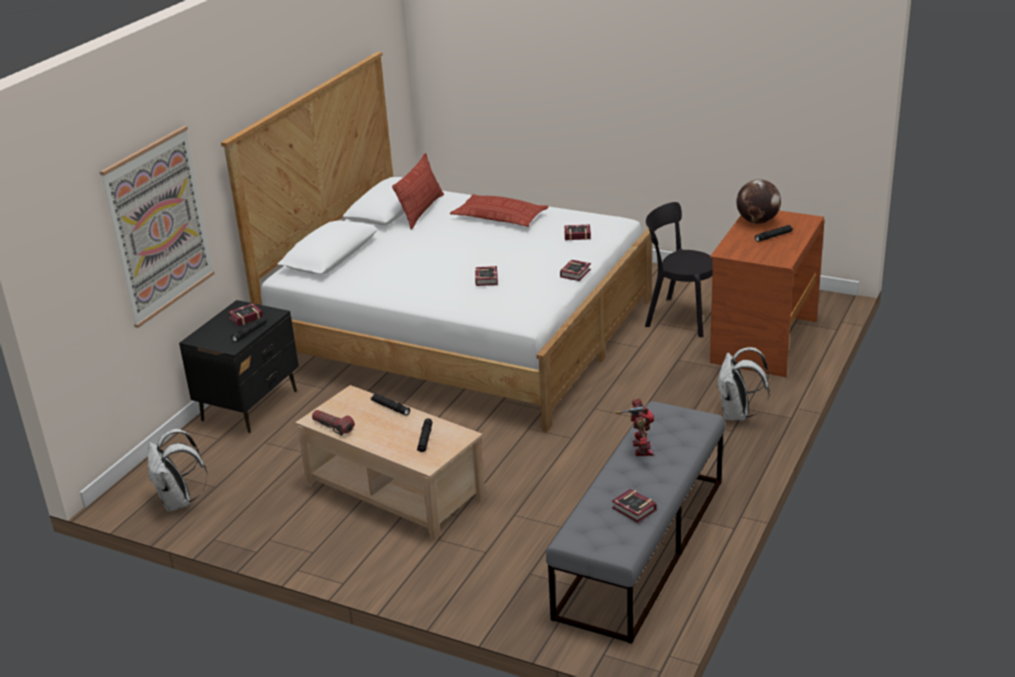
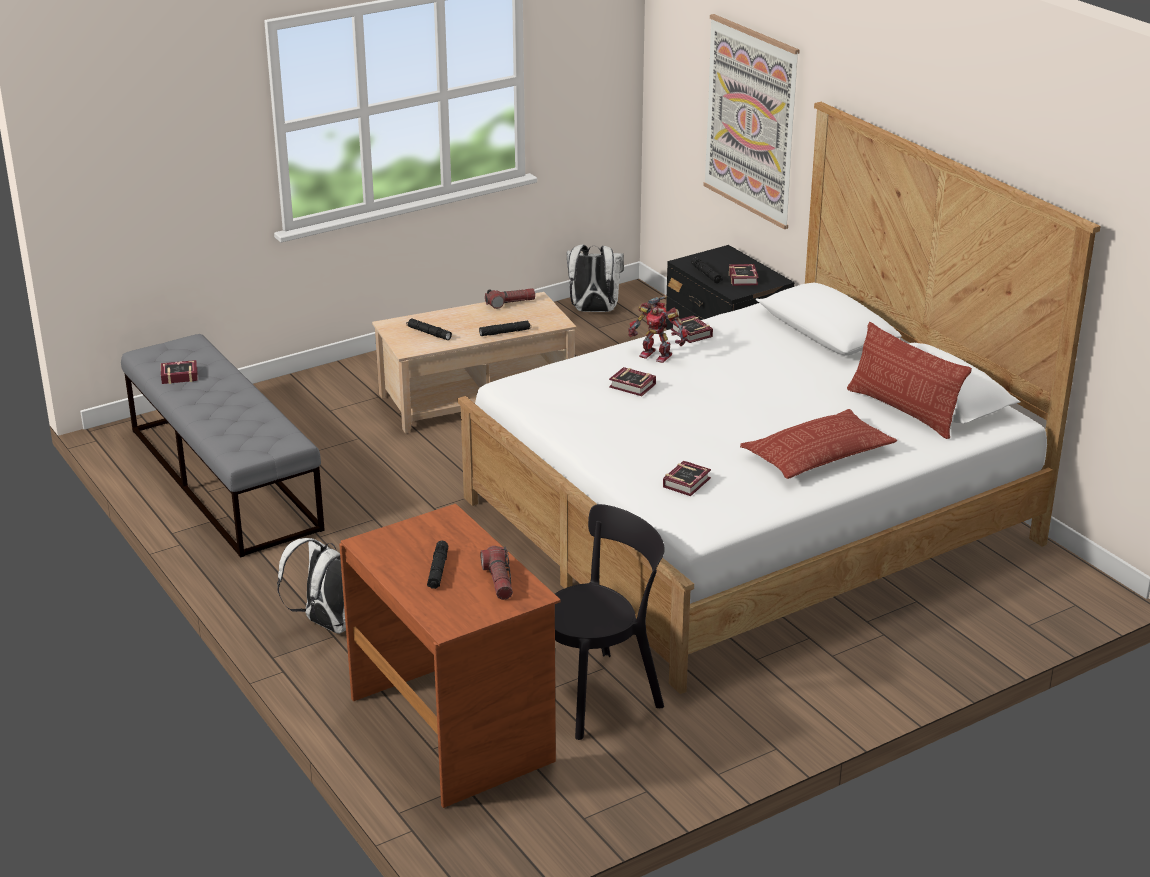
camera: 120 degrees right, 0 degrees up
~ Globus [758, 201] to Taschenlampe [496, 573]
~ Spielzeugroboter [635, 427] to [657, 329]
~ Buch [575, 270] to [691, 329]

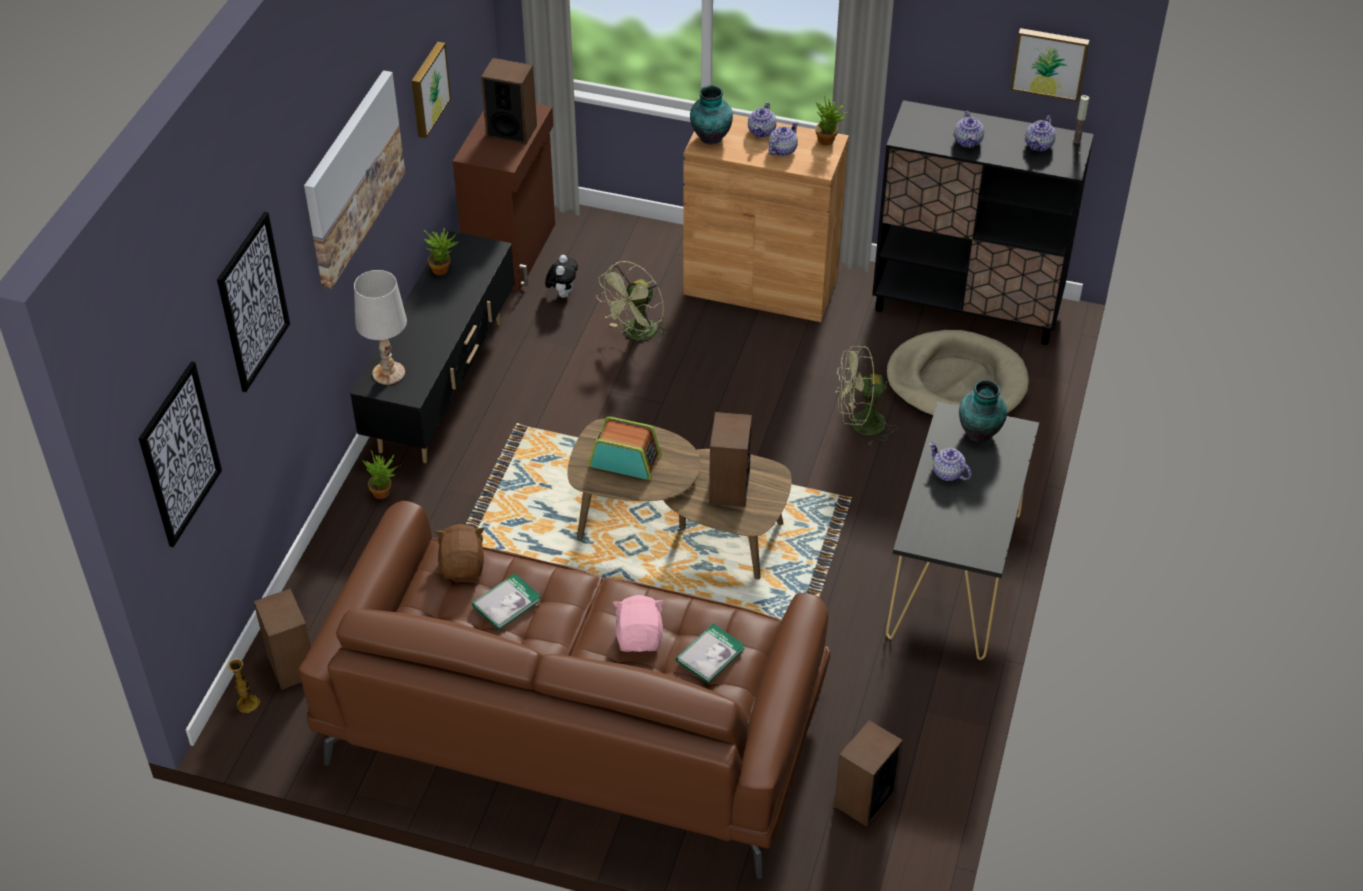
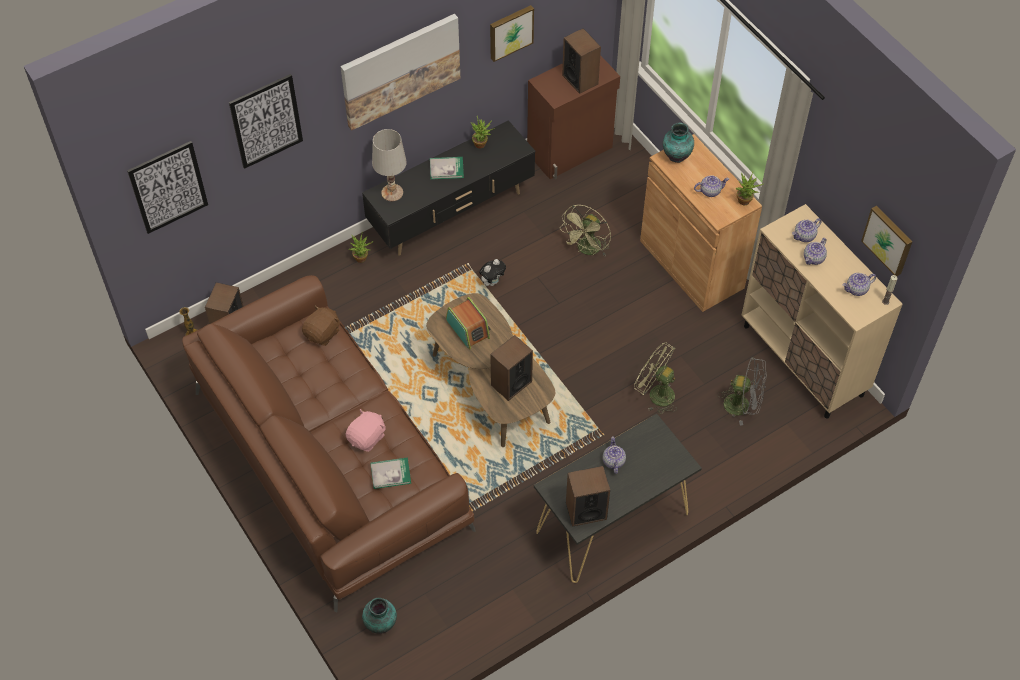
camera: 40 degrees right, 10 degrees up
~ Vase [983, 411] to [379, 616]
~ Buch [506, 601] to [447, 168]
~ Plüschtier [561, 276] to [492, 272]
~ Ventilator [grün] [632, 302] = [585, 230] 45 degrees counterclockwise
~ Lautsprecher [868, 773] to [588, 496]
~ Hundebett [beige] [957, 374] to Ventilator [grau] [742, 391]
~ Schrank [schwarz] [983, 222] to Schrank [beige] [822, 311]
~ Teekanne [762, 120] to [807, 230]

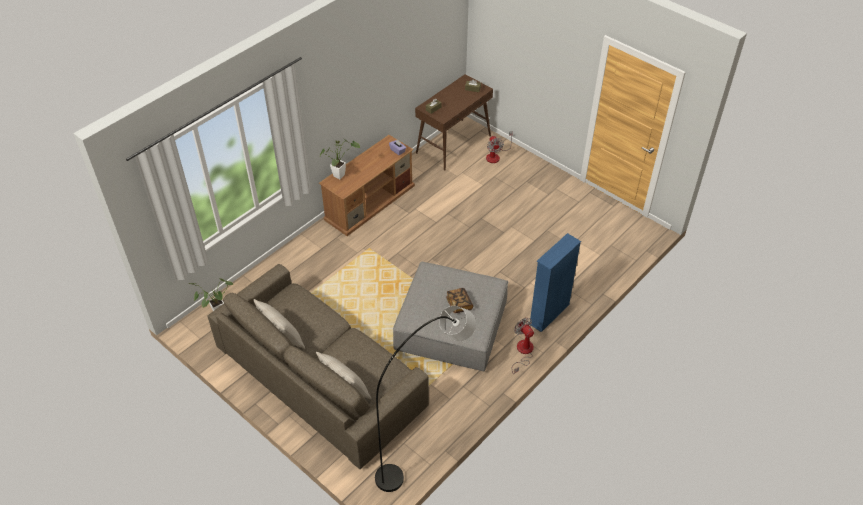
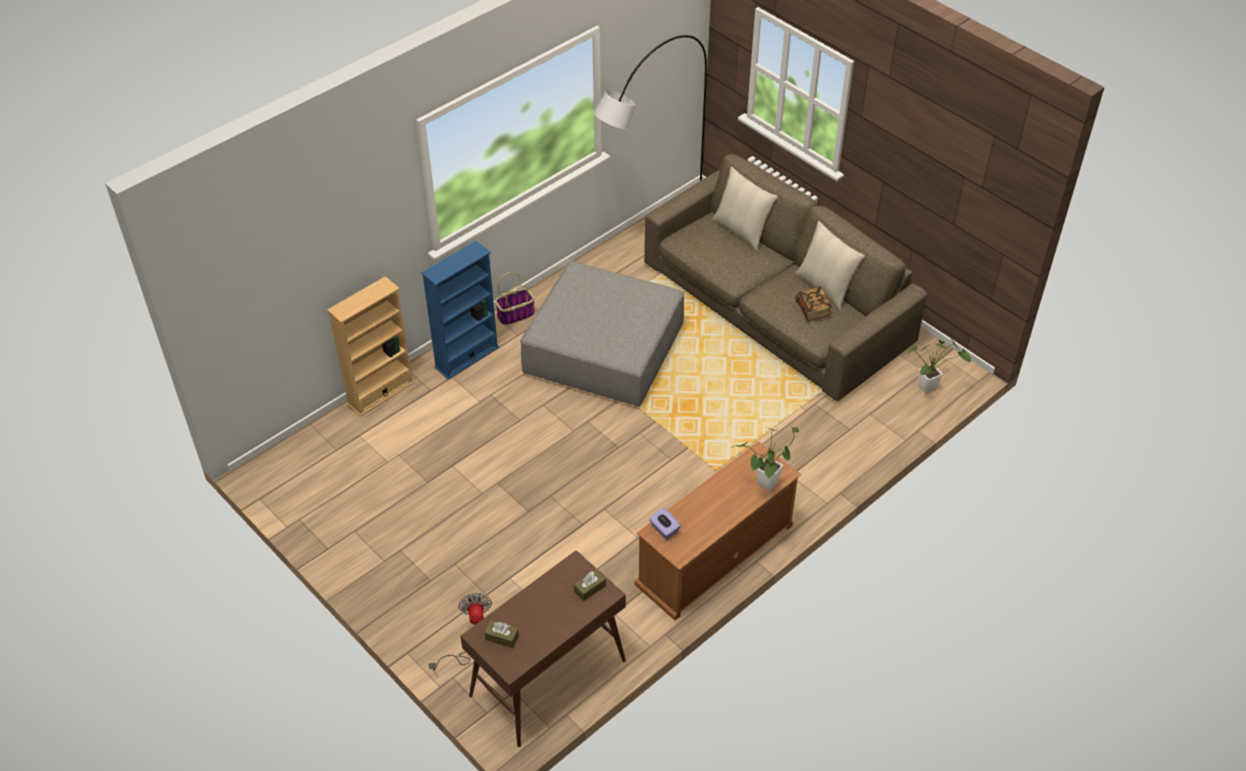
camera: 175 degrees left, 0 degrees up
+ Bücherregal [beige] [370, 346]
~ Ventilator [523, 346] to Korb [515, 298]
~ Buch [459, 300] to [813, 303]

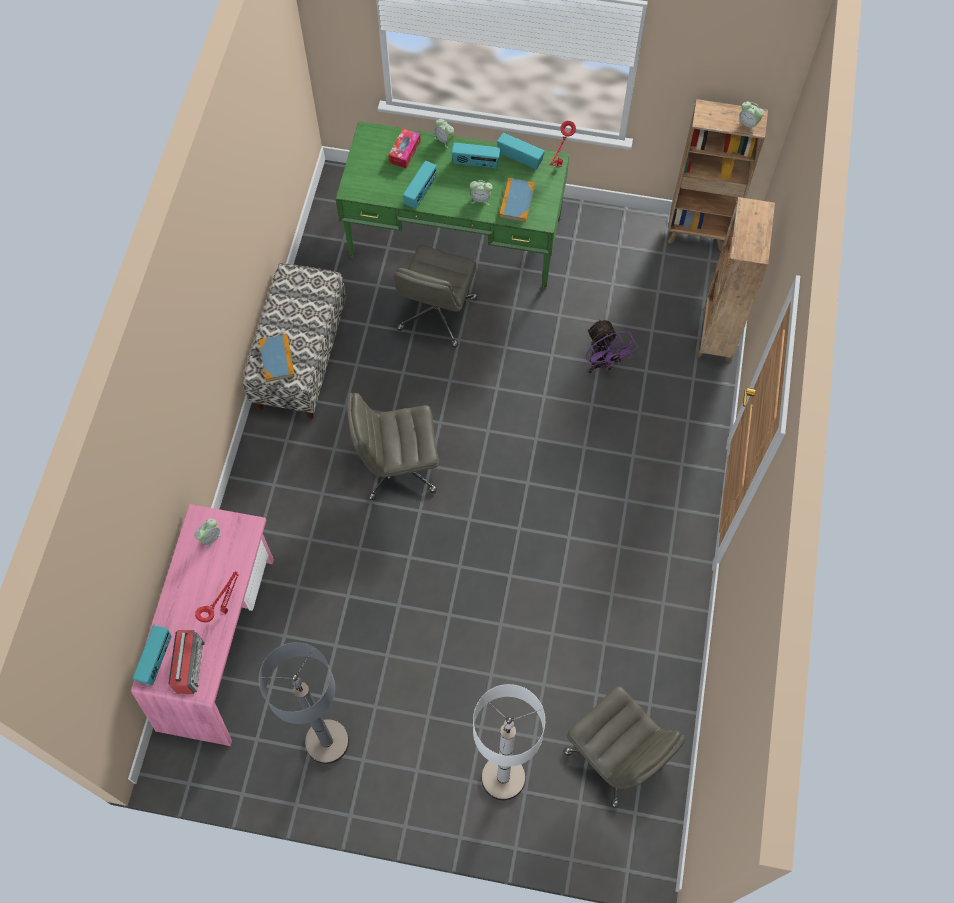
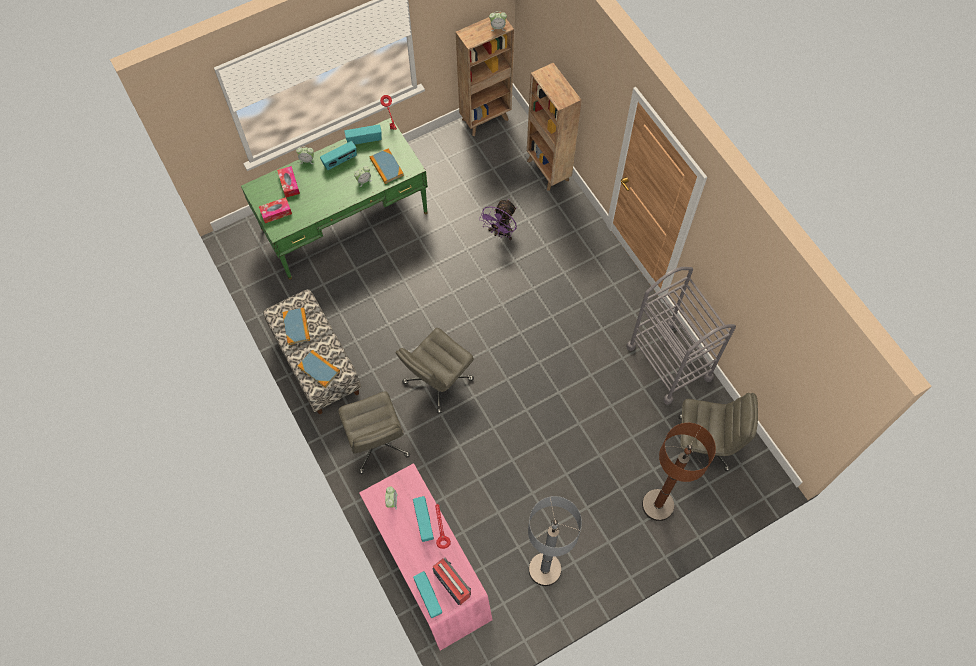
camera: 40 degrees left, 0 degrees up
+ Taschentuchbox [275, 210]
+ Buch [296, 326]
~ Bürostuhl [grau] [436, 296] to [374, 432]
~ Radio [420, 185] to [423, 519]
~ Ventilator [lila] [612, 346] = [498, 219] 90 degrees clockwise
+ Rollwagen [grau] [681, 336]
~ Stehlampe [weiß] [509, 742] to Stehlampe [braun] [679, 472]

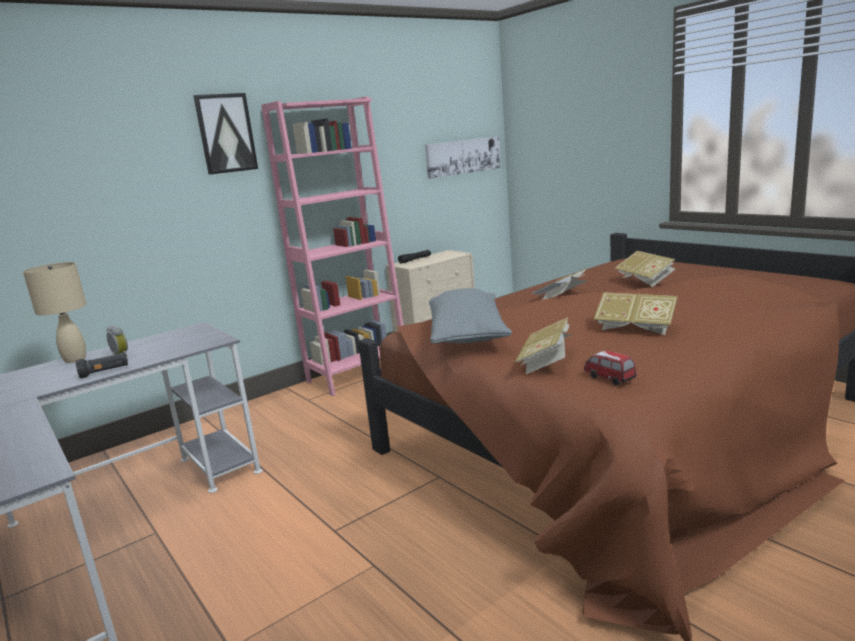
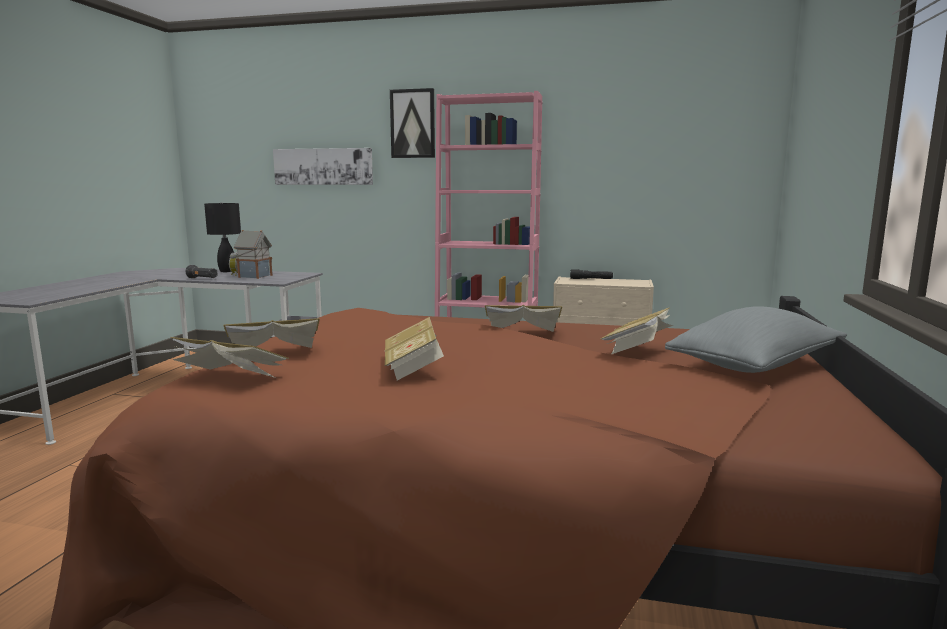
camera: 50 degrees right, 5 degrees down
~ Spielzeugauto [610, 368] to Buch [229, 357]
~ Tischlampe [beige] [55, 312] to Tischlampe [schwarz] [222, 237]
+ Spielzeughaus [253, 254]
~ Bild [463, 157] to [323, 166]
~ Kissen [grau] [470, 316] to [756, 339]

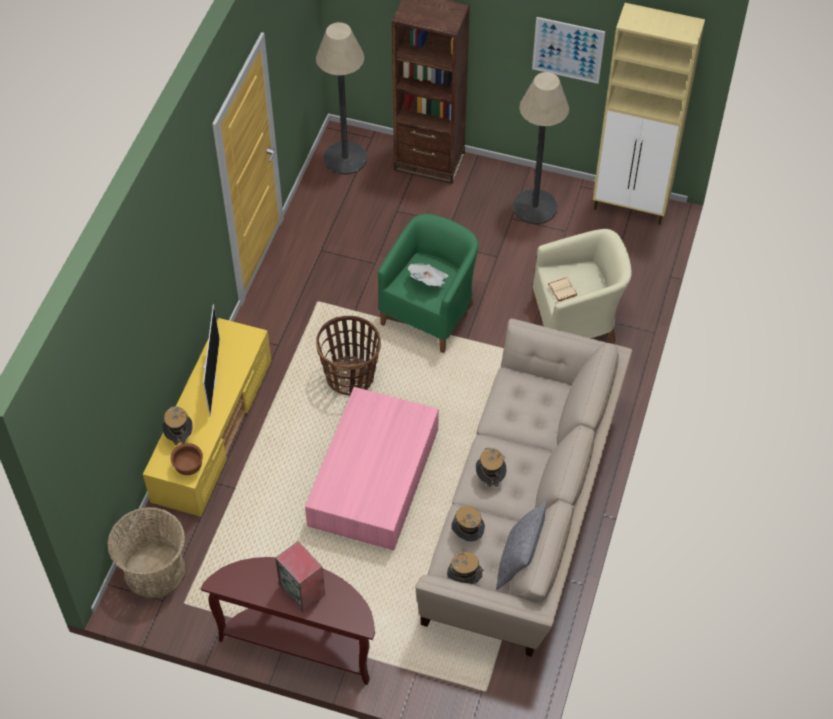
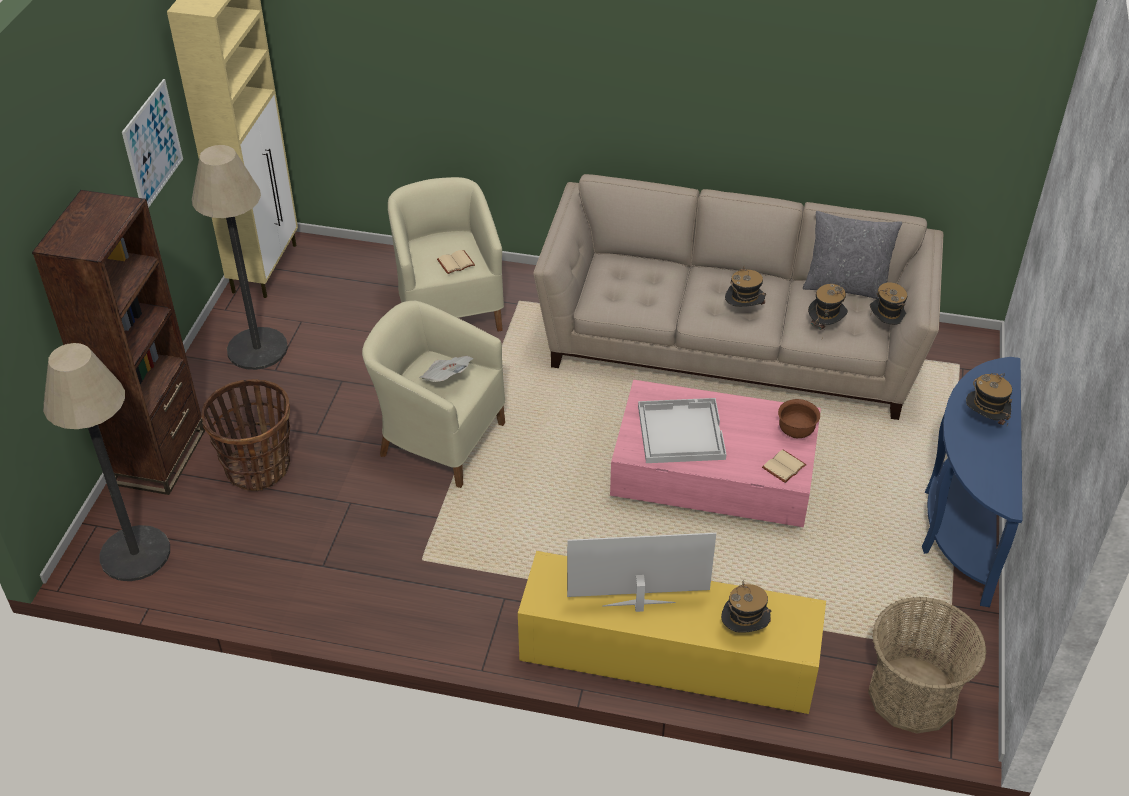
camera: 95 degrees left, 10 degrees down
~ Korb [348, 356] to [245, 435]
~ Sessel [grün] [428, 283] to Sessel [beige] [433, 394]
+ Tablett [weiß] [682, 430]
+ Buch [beige] [784, 466]
~ Schüssel [braun] [187, 459] to [799, 418]
~ Konsolentisch [braun] [288, 621] to Konsolentisch [blau] [972, 482]
~ Lautsprecher [300, 576] to Hut [989, 399]

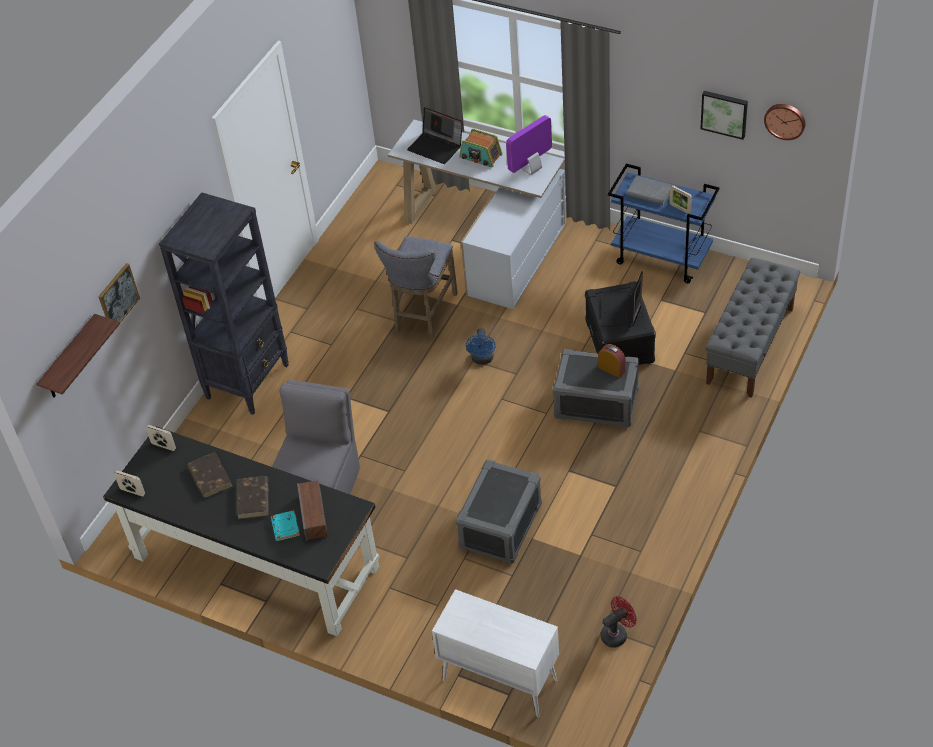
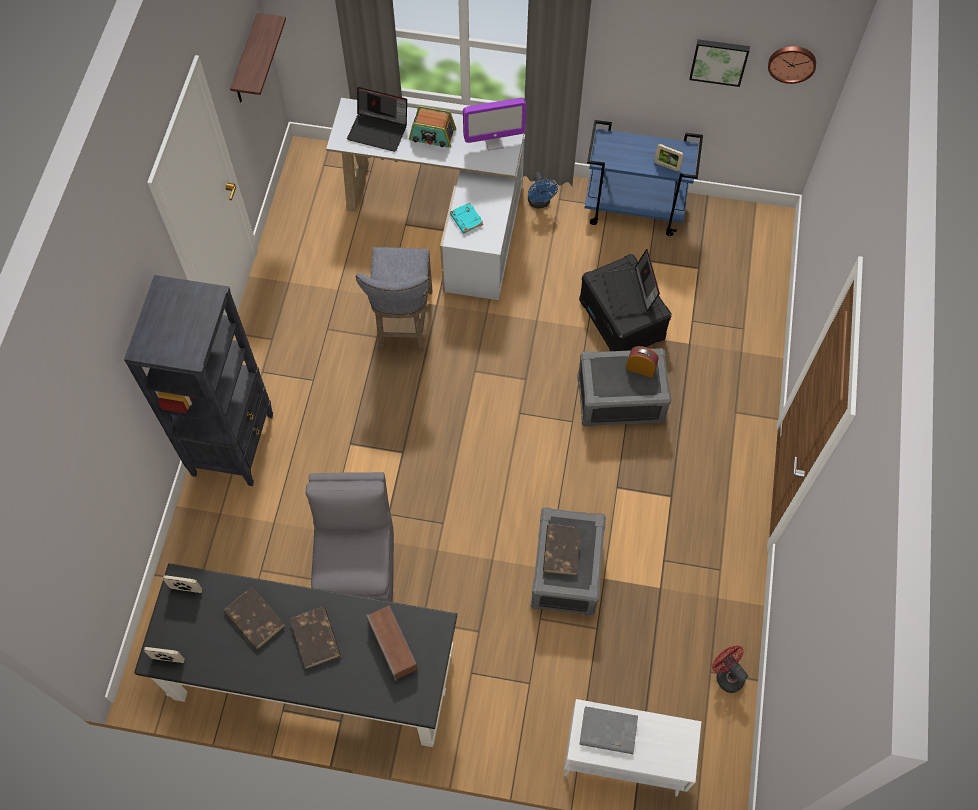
camera: 20 degrees left, 15 degrees up
~ Wandregal [78, 356] to [258, 57]
~ Buch [türkis] [285, 525] to [466, 218]
~ Monitor [529, 145] = [495, 124] 135 degrees counterclockwise
~ Ventilator [blau] [481, 346] to [543, 190]
+ Buch [braun] [562, 549]
~ Buch [grau] [649, 190] to [608, 730]
~ Ventilator [rot] [618, 622] = [730, 669] 75 degrees counterclockwise
- Bild [119, 293]
- Bank [grau] [753, 328]

